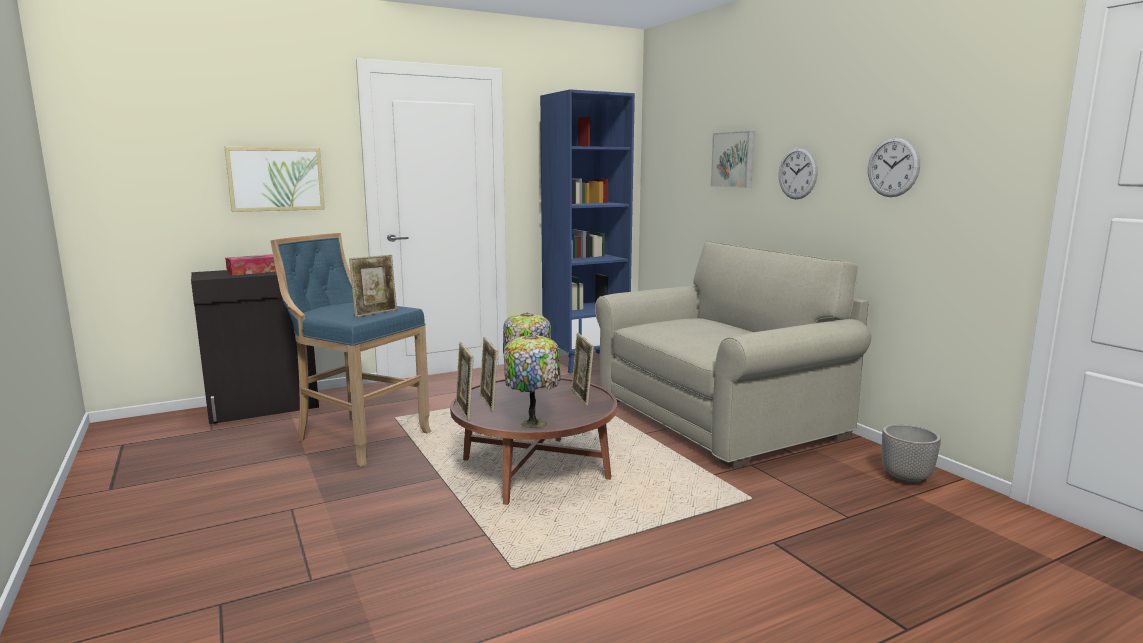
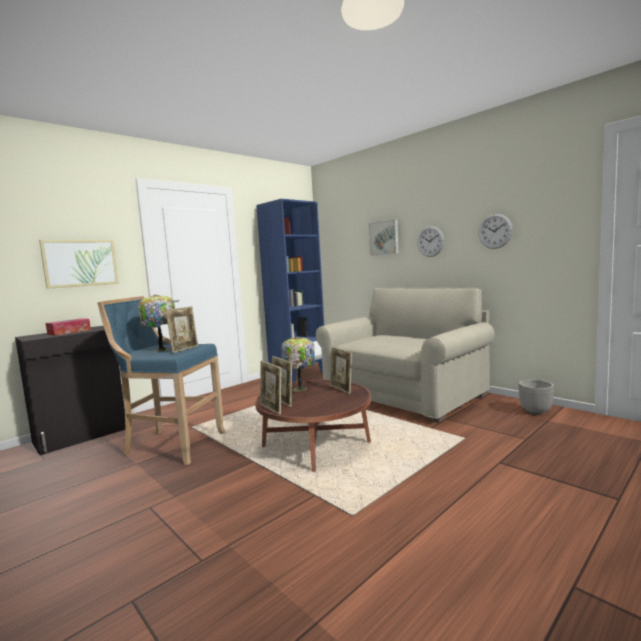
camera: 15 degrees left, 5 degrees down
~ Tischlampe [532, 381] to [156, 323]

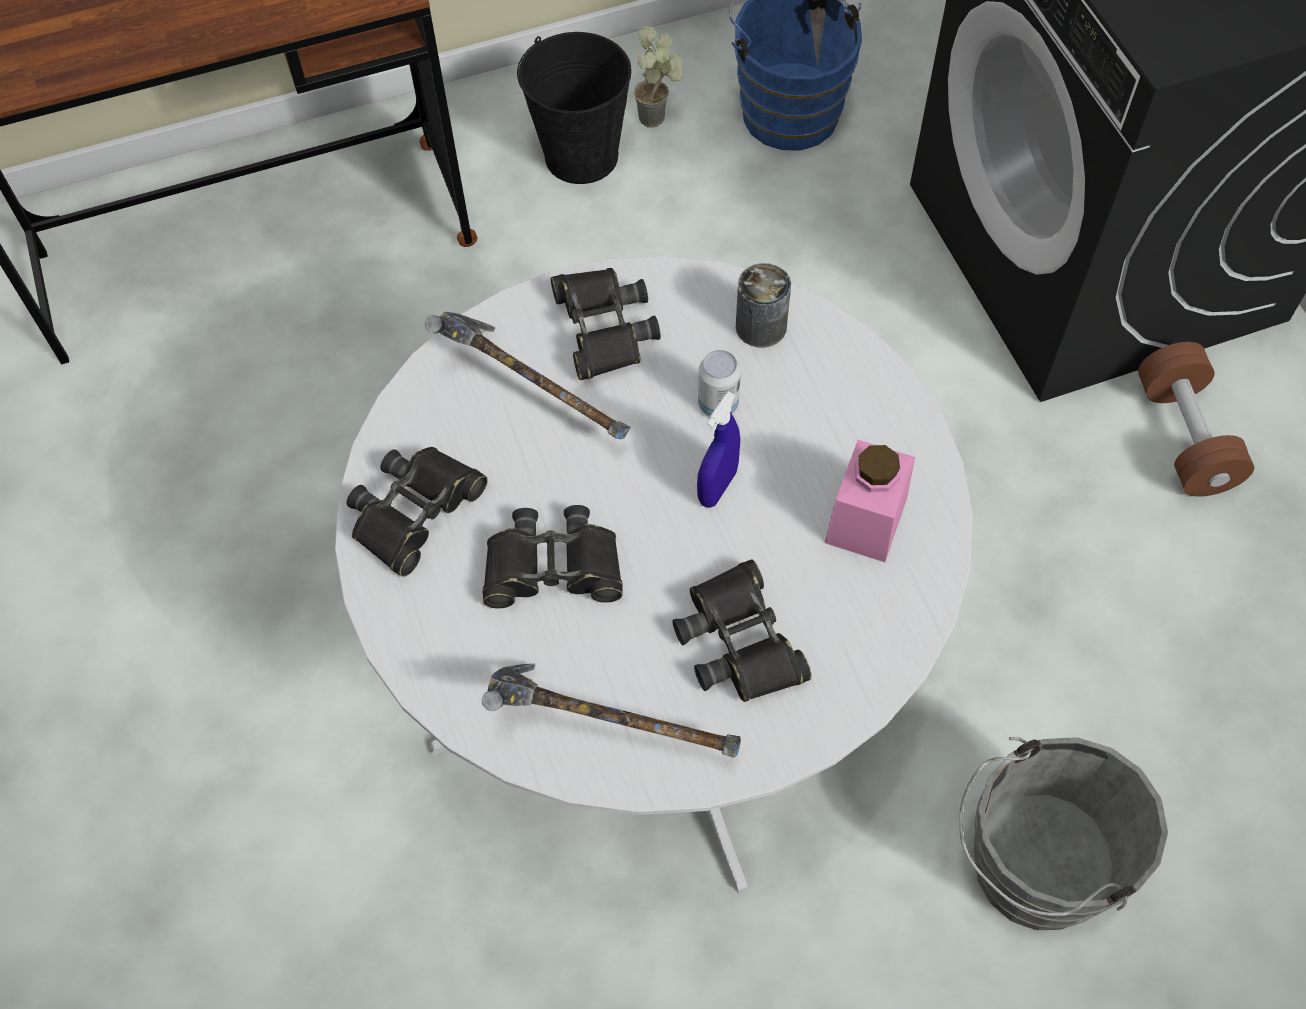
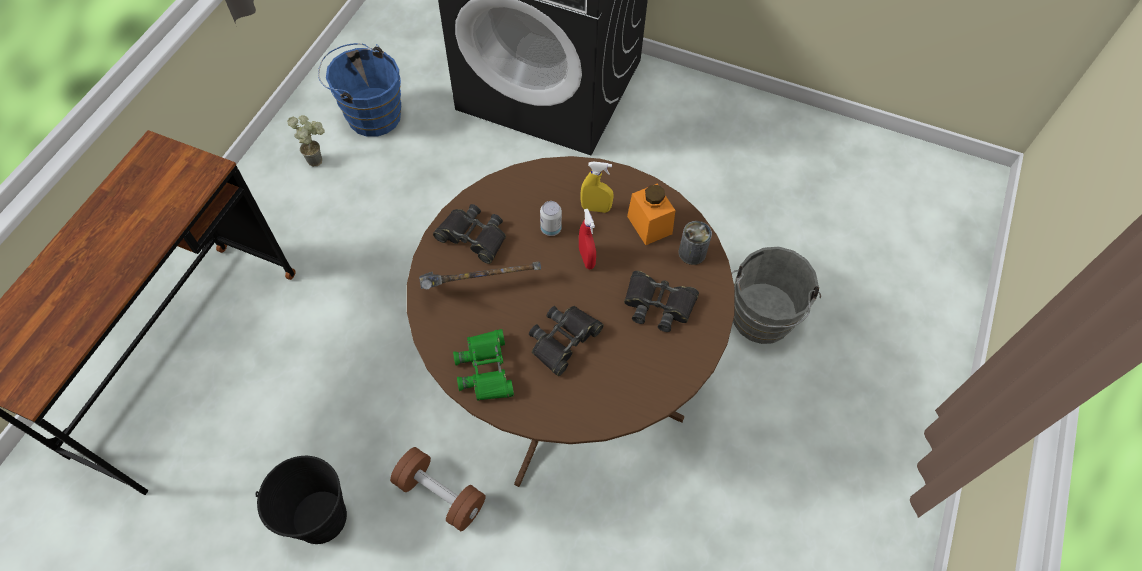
camera: 50 degrees left, 0 degrees up
~ Eimer [schwarz] [574, 108] to [301, 500]
~ Hantel [braun] [1196, 419] to [438, 489]
~ Esstisch [weiß] [654, 574] to Esstisch [braun] [571, 321]
~ Fernglas [schwarz] [417, 512] to Fernglas [grün] [483, 365]
~ Sprühflasche [blau] [718, 450] to Sprühflasche [rot] [587, 239]
+ Sprühflasche [gelb] [597, 187]
~ Vorratsglas [rosa] [870, 501] to Vorratsglas [orange] [651, 214]
~ Dose [763, 305] to [695, 243]
- Hammer [611, 711]

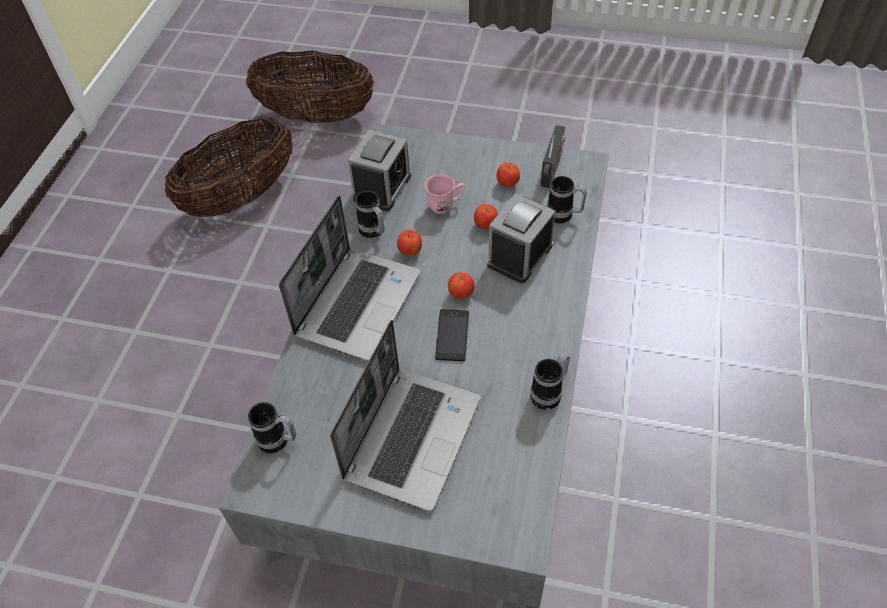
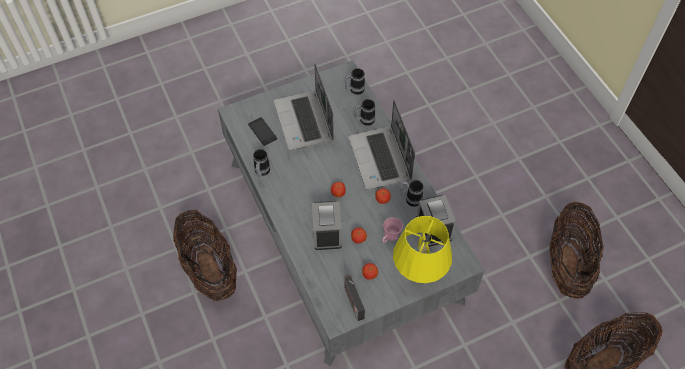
camera: 140 degrees right, 5 degrees up
+ Korb [205, 256]
~ Handy [452, 335] to [262, 131]
~ Henkelbecher [567, 200] to [365, 112]
+ Tischlampe [gelb] [422, 250]

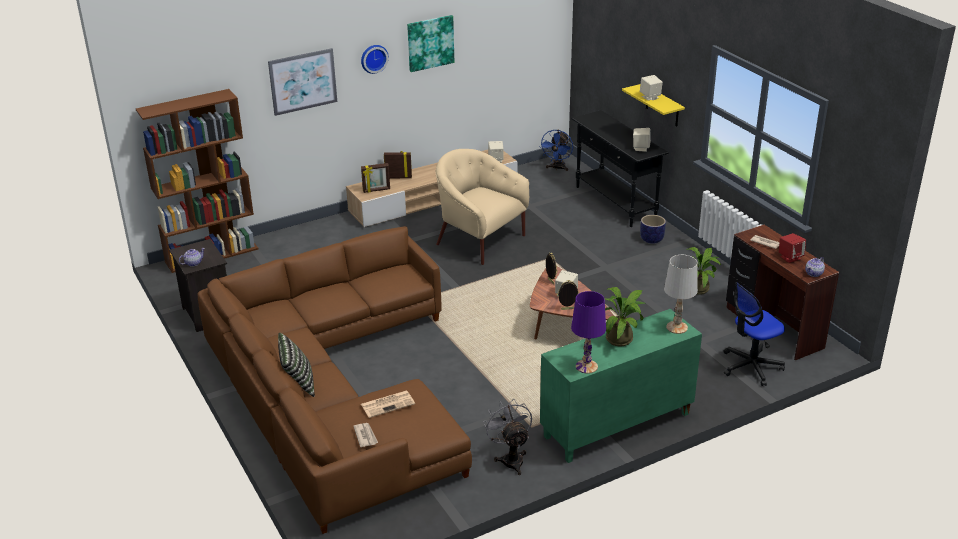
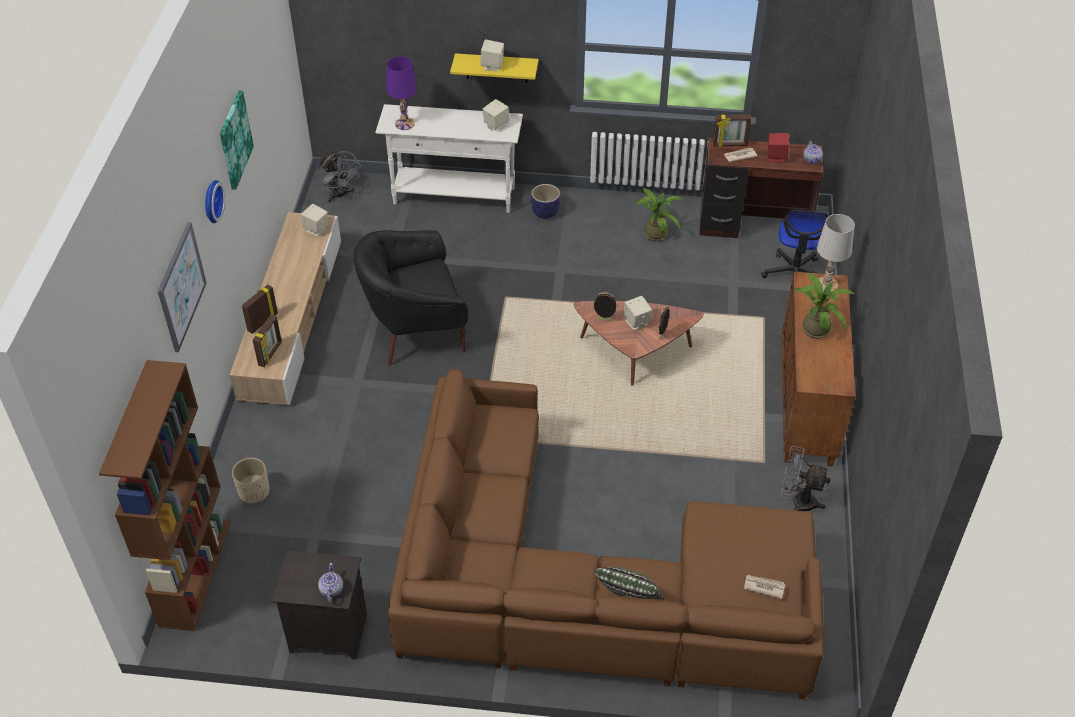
camera: 55 degrees left, 15 degrees up
+ Pflanzkübel [beige] [251, 480]
~ Ventilator [blau] [556, 150] to Ventilator [grau] [340, 177]
~ Sessel [beige] [482, 207] to Sessel [schwarz] [411, 298]
~ Konsolentisch [schwarz] [620, 168] to Konsolentisch [weiß] [449, 158]
~ Tischlampe [lila] [588, 332] to [401, 93]
+ Bilderrahmen [732, 130]
~ Schrank [grün] [621, 386] to Schrank [braun] [818, 369]
- Zeitung [388, 404]

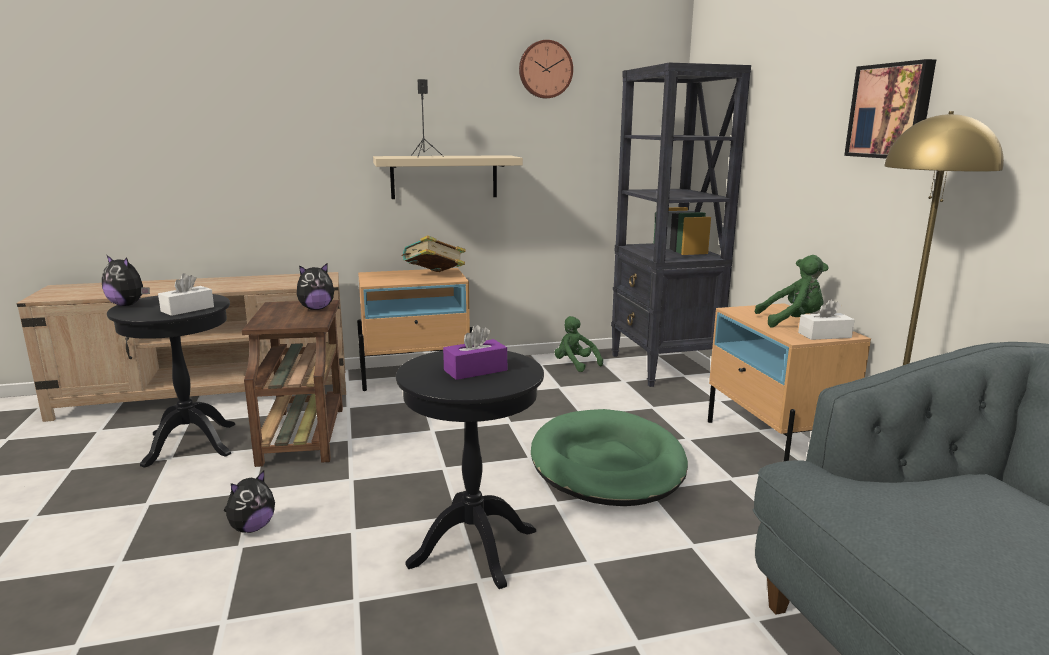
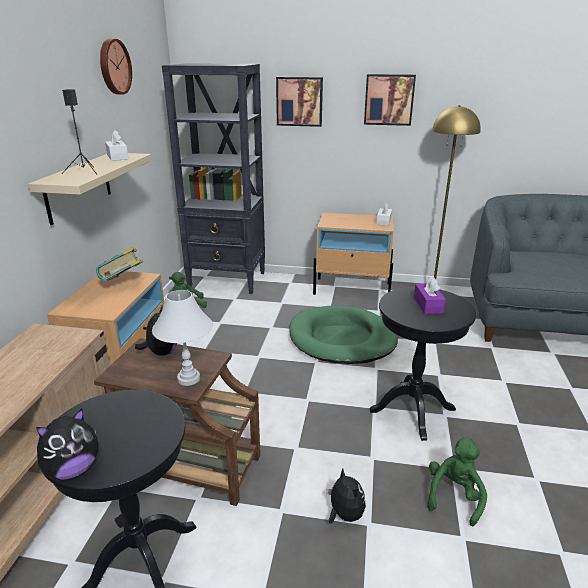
camera: 65 degrees left, 10 degrees up
~ Taschentuchbox [weiß] [186, 294] to [117, 145]
+ Tischlampe [weiß] [182, 338]
+ Bild [299, 102]
~ Plüschtier [grün] [792, 291] to [457, 482]

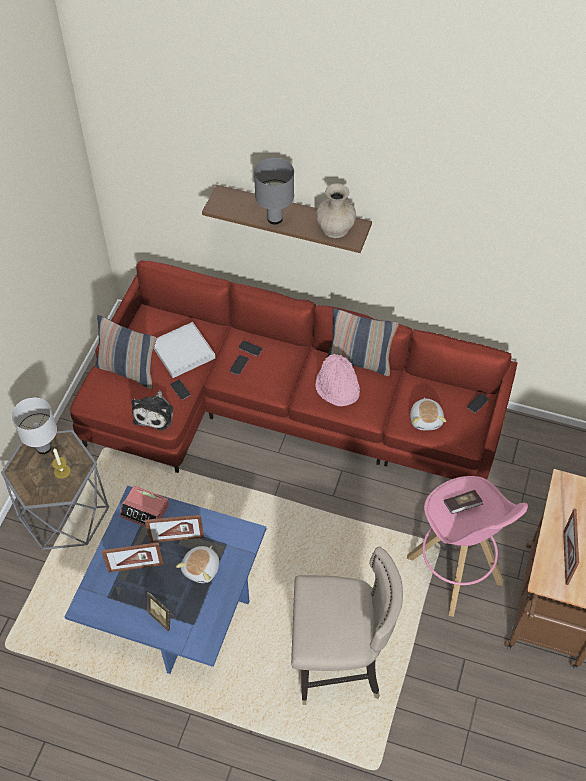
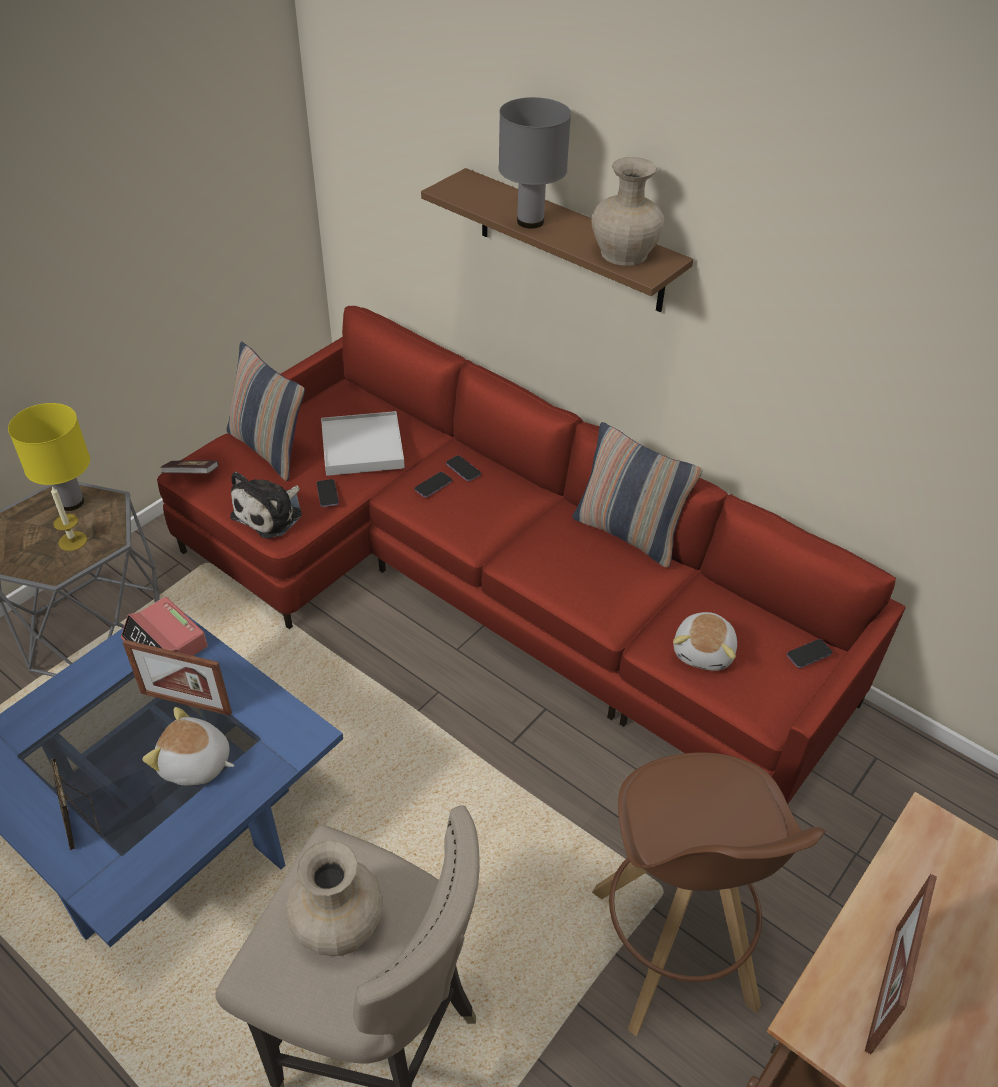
camera: 20 degrees right, 10 degrees down
~ Tischlampe [weiß] [34, 425] to Tischlampe [gelb] [49, 457]
~ Plüschtier [197, 564] = [188, 746] 60 degrees clockwise
~ Buch [463, 502] to [189, 467]
+ Vase [beige] [334, 898]
~ Hocker [rosa] [467, 546] to Hocker [braun] [709, 894]
- Bilderrahmen [132, 557]
- Hut [rosa] [337, 380]

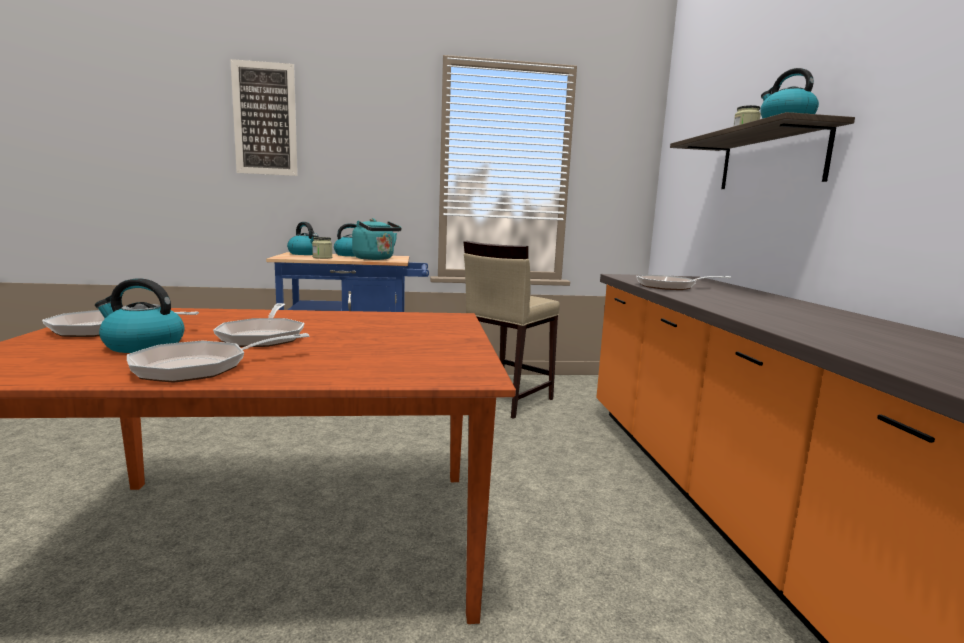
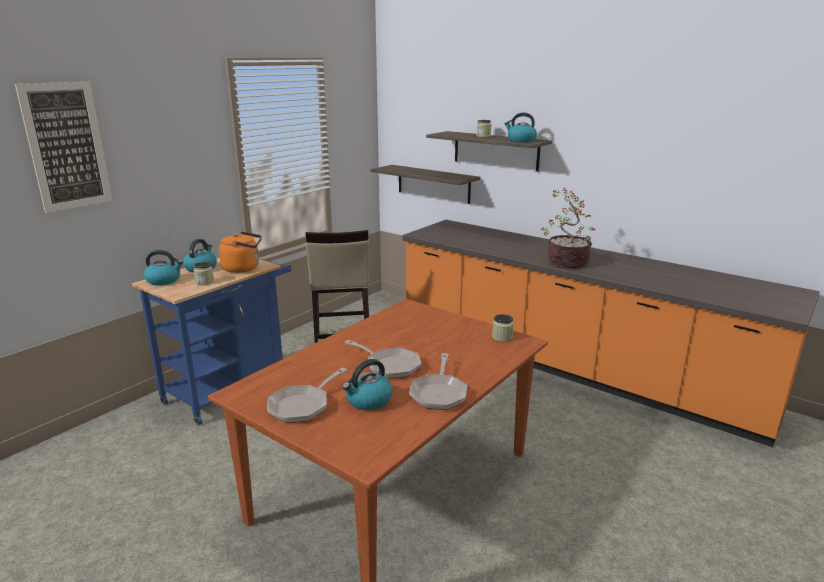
camera: 45 degrees left, 10 degrees up
~ Wasserkessel [türkis] [377, 239] to Wasserkessel [orange] [240, 252]
+ Wandregal [425, 184]
+ Vorratsglas [503, 328]
+ Topfpflanze [568, 228]
- Pfanne [684, 282]

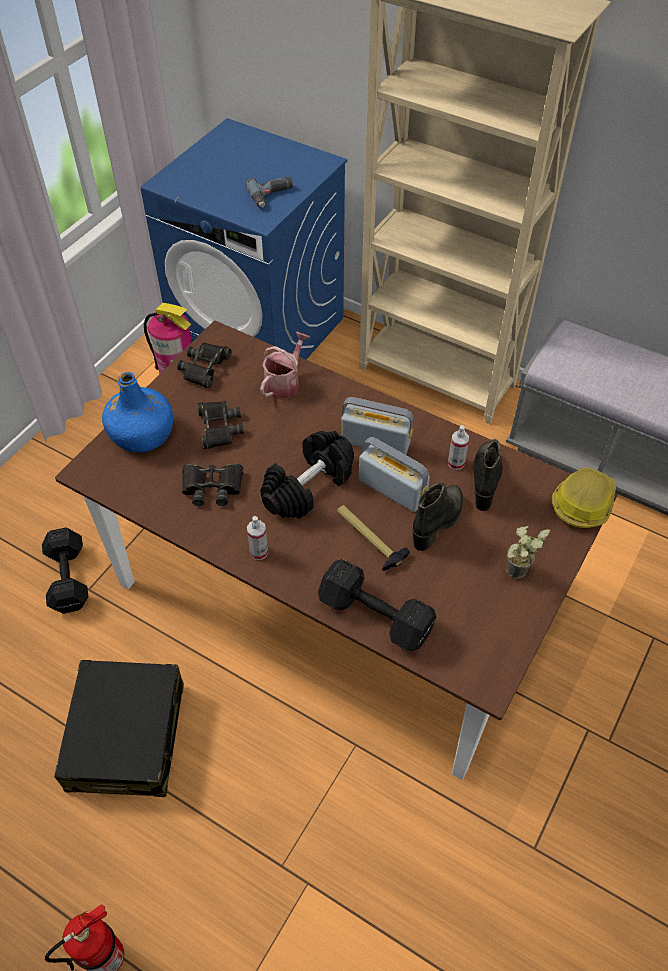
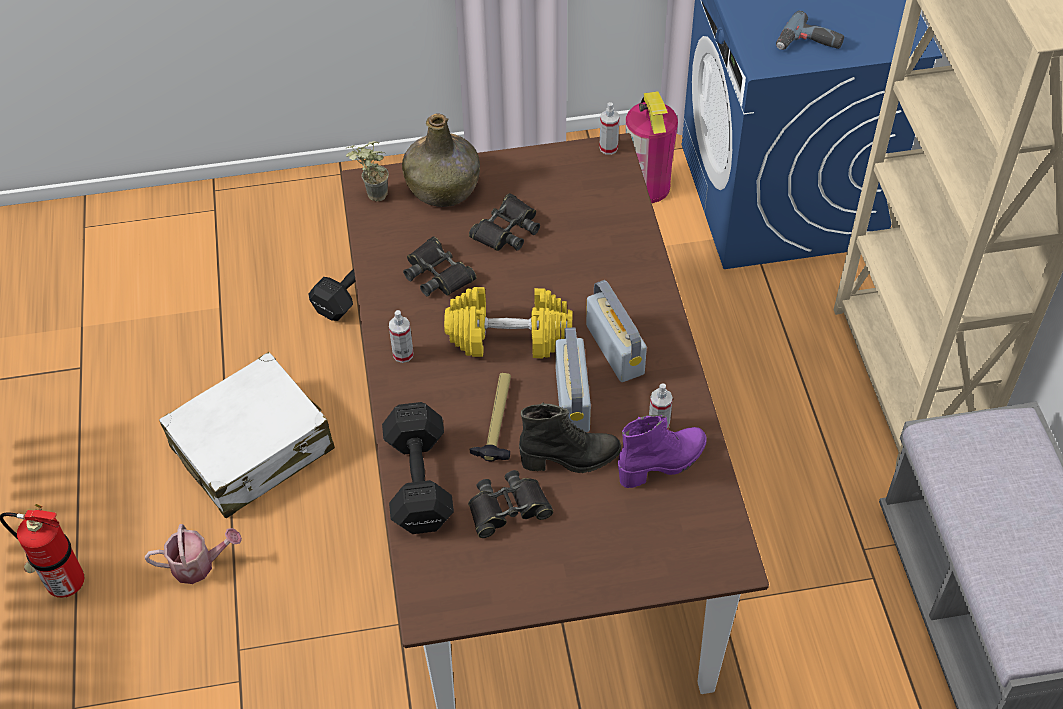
camera: 50 degrees right, 0 degrees up
~ Gießkanne [285, 365] to [193, 554]
~ Koffer [schwarz] [119, 728] to Koffer [weiß] [247, 435]
~ Topfpflanze [528, 552] to [367, 171]
~ Flasche [blau] [137, 412] to Flasche [grün] [441, 160]
~ Hantel [schwarz] [307, 475] to Hantel [gelb] [508, 322]
~ Fernglas [schwarz] [204, 365] to [510, 504]
+ Sprühflasche [609, 128]
~ Stiefel [schwarz] [487, 475] to Stiefel [lila] [662, 451]
- Schutzhelm [584, 497]

